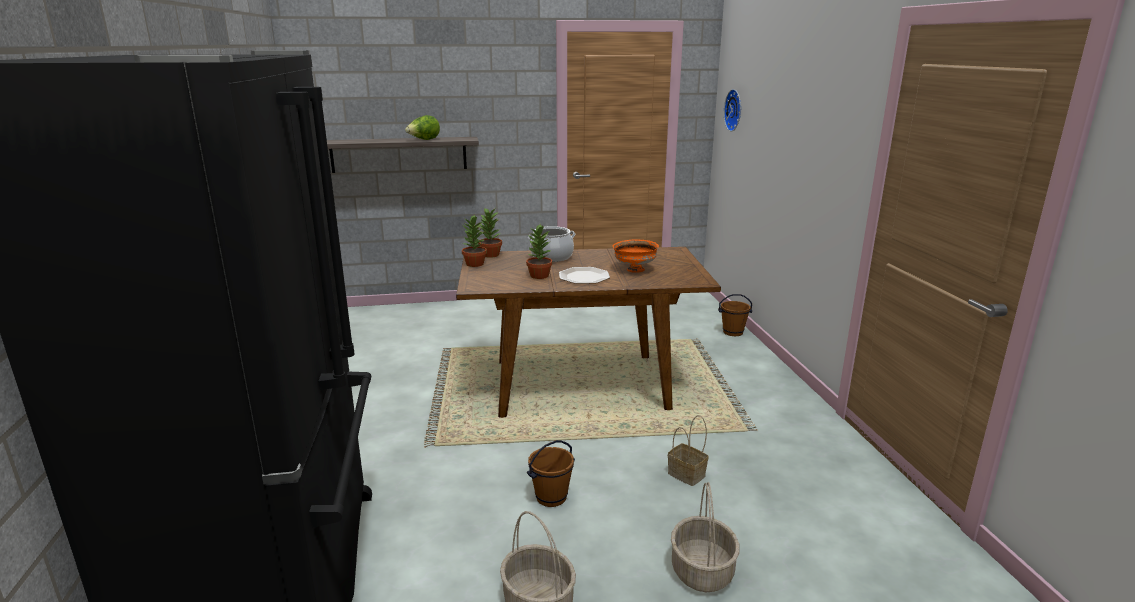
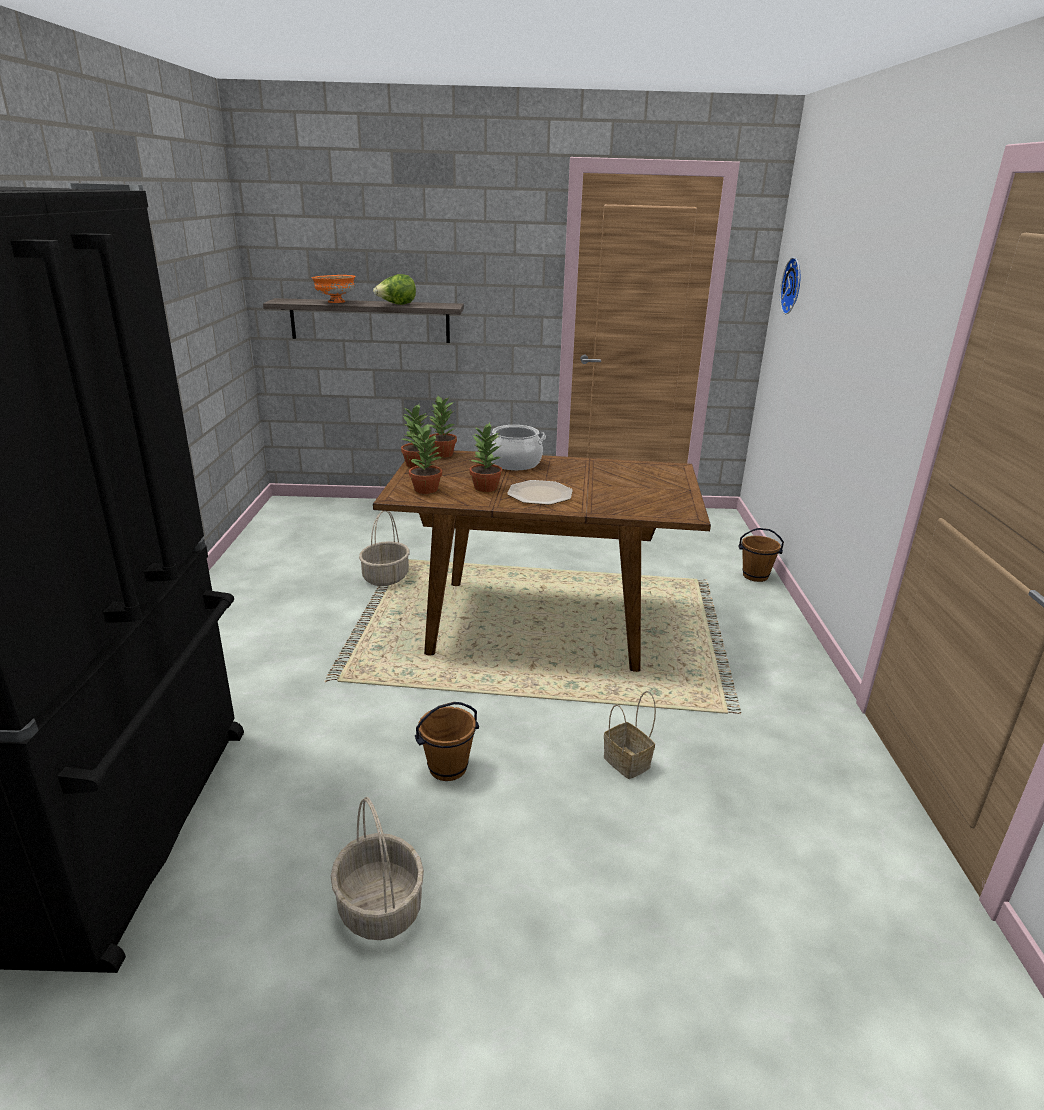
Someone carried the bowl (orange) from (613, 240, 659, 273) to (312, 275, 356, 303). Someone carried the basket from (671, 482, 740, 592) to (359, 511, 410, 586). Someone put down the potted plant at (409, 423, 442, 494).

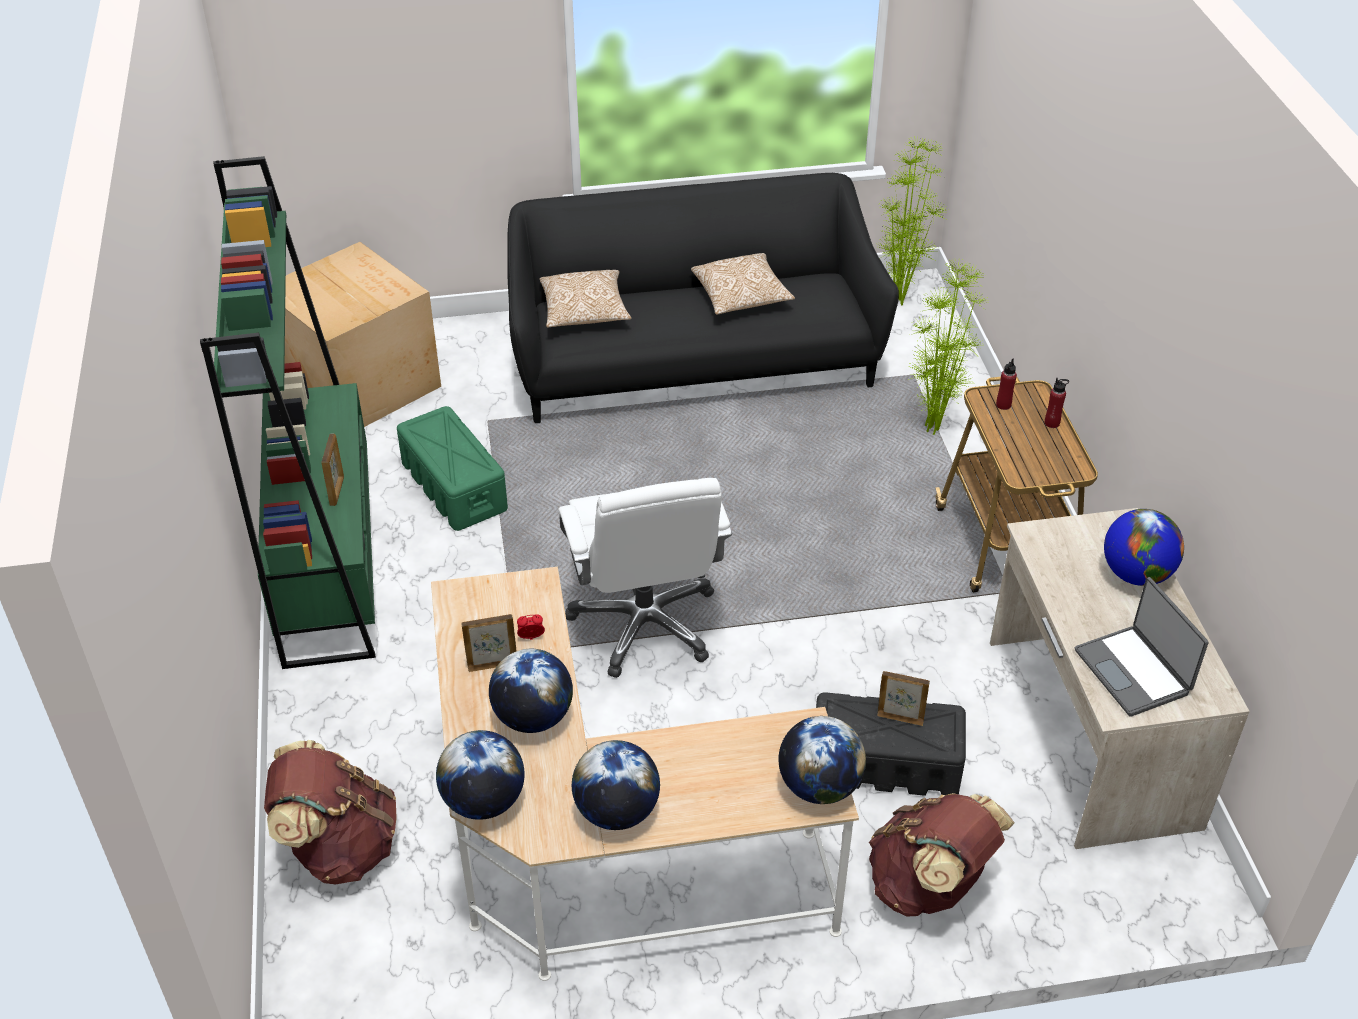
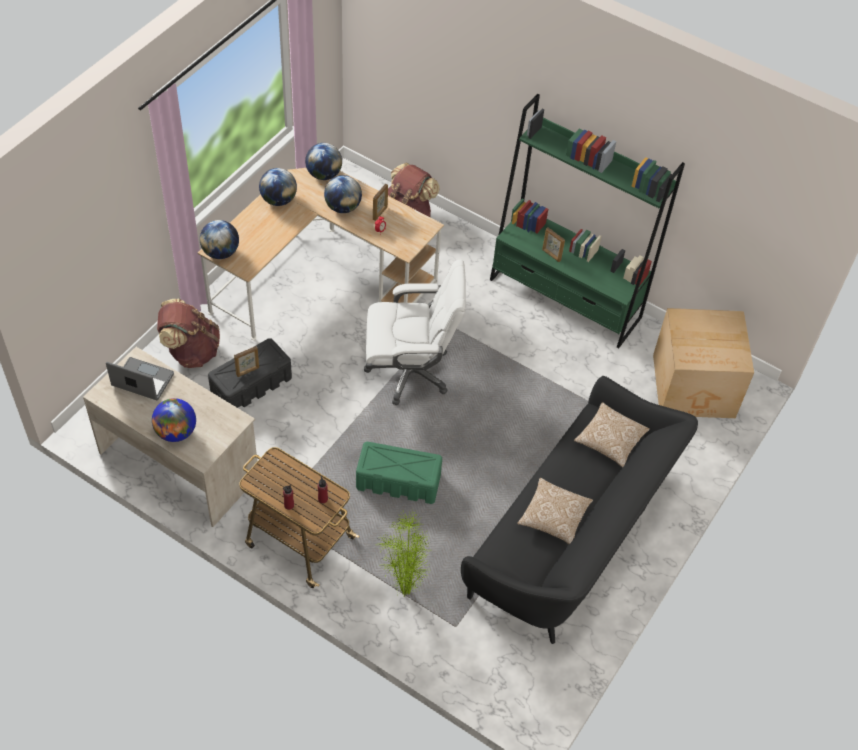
Someone carried the storage box (green) from (397, 406, 508, 531) to (356, 442, 442, 504). Someone rotated the office chair (white) at (558, 478, 732, 678) by 150 degrees clockwise. Someone took away the potted plant at (876, 136, 948, 306).

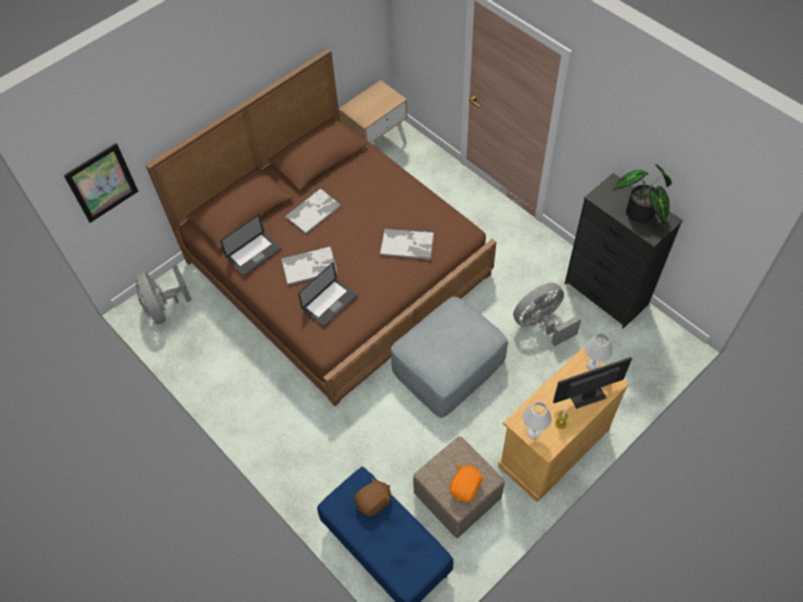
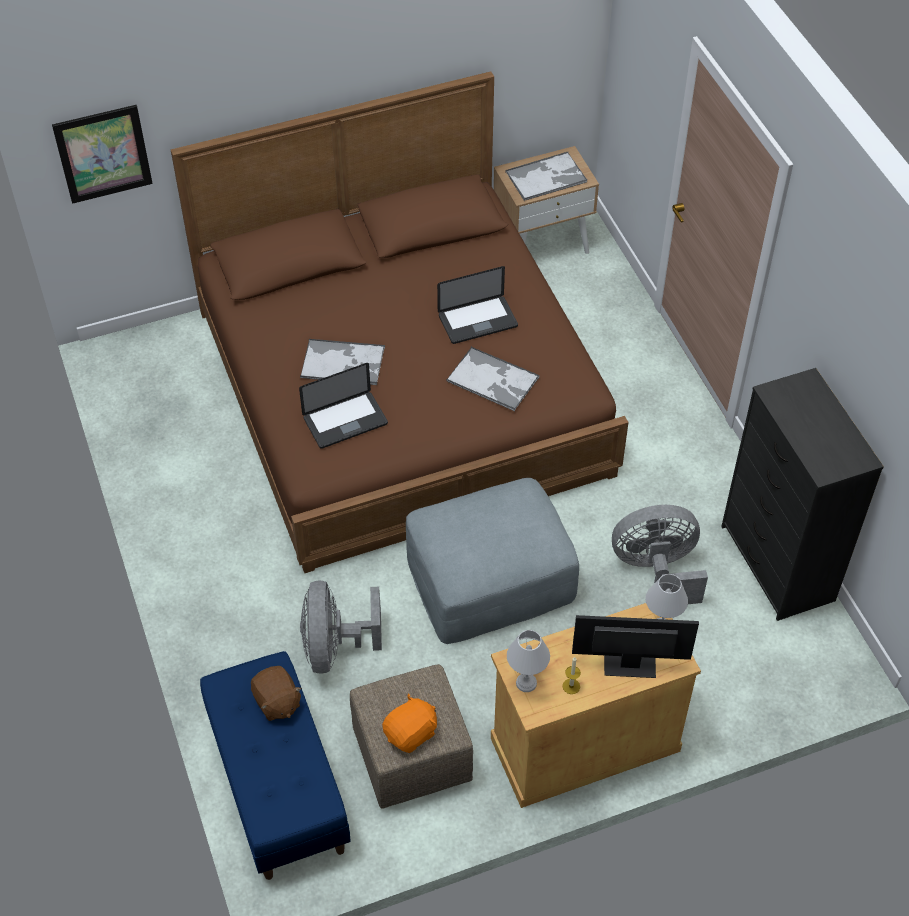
Someone rotated the plush toy (brown) at (354, 477, 391, 517) by 75 degrees clockwise. Someone carried the fan (grey) from (135, 265, 191, 324) to (300, 581, 382, 674). Someone carried the laptop from (220, 215, 281, 276) to (437, 266, 518, 344). Someone carried the tray from (284, 187, 342, 234) to (505, 152, 587, 201). Someone took away the potted plant at (613, 164, 672, 224).

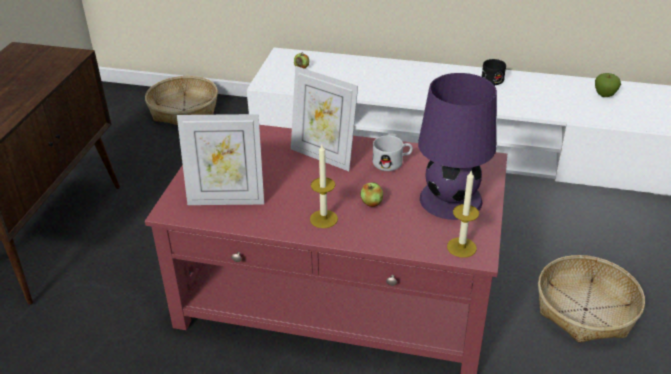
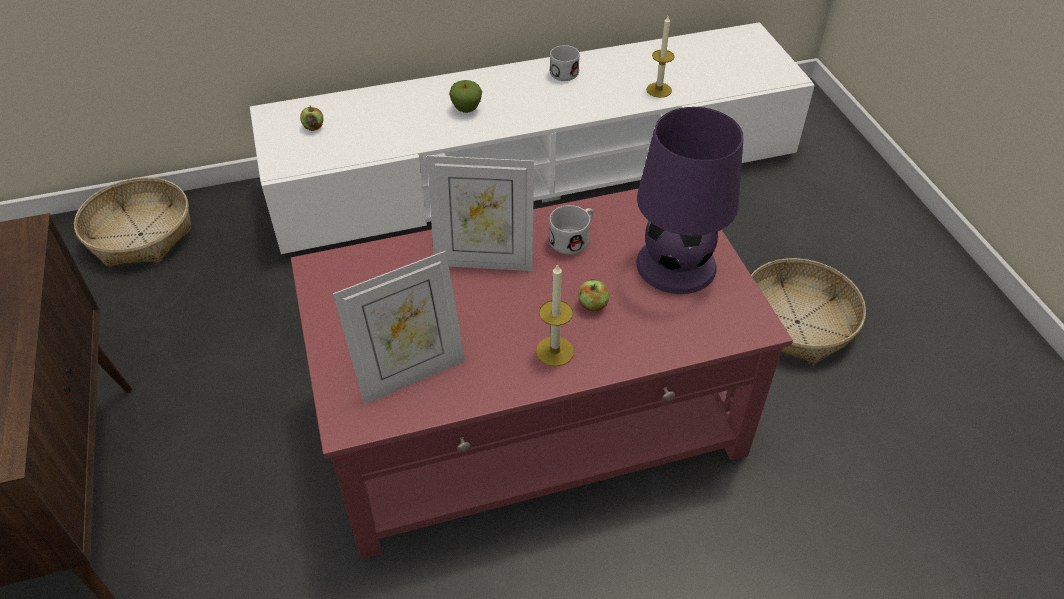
Someone carried the apple from (595, 73, 621, 97) to (449, 80, 482, 113). Someone repainted the mug (black) at (481, 59, 506, 85), which became the mug (white) at (550, 45, 580, 81). Someone carried the candle from (447, 171, 479, 258) to (646, 16, 675, 98).

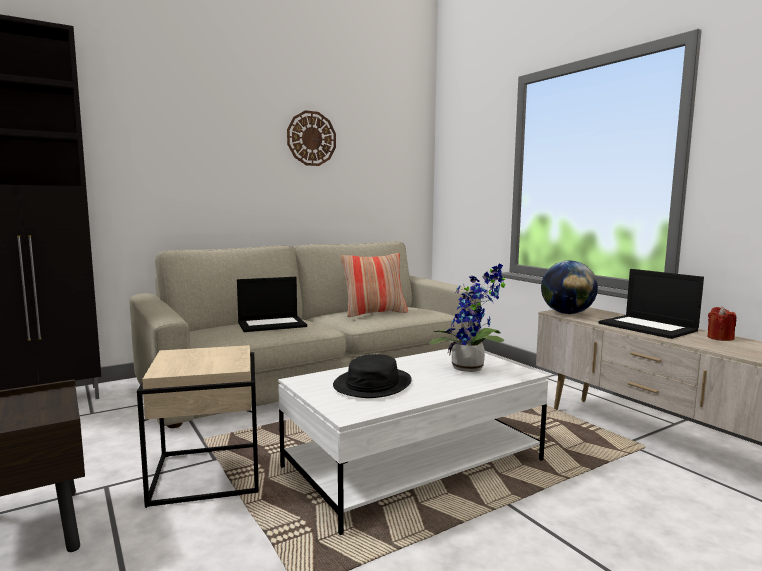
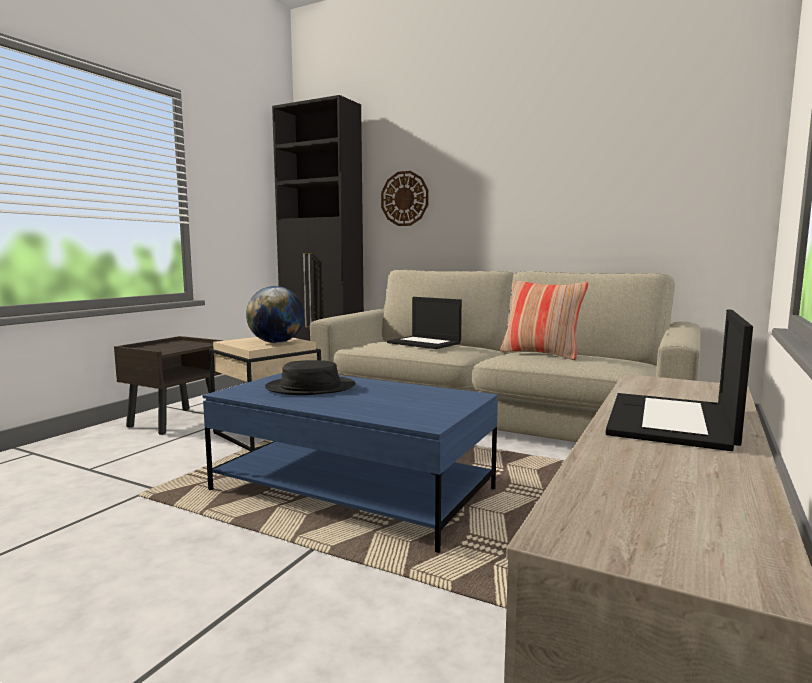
Someone repainted the coffee table (white) at (278, 349, 549, 535), which became the coffee table (blue) at (203, 373, 498, 553). Someone carried the globe from (541, 261, 598, 314) to (246, 286, 304, 343). Someone carried the wall clock from (287, 110, 336, 166) to (381, 171, 429, 226). Someone took away the potted plant at (429, 263, 506, 372). Someone took away the candle (red) at (708, 307, 737, 341).

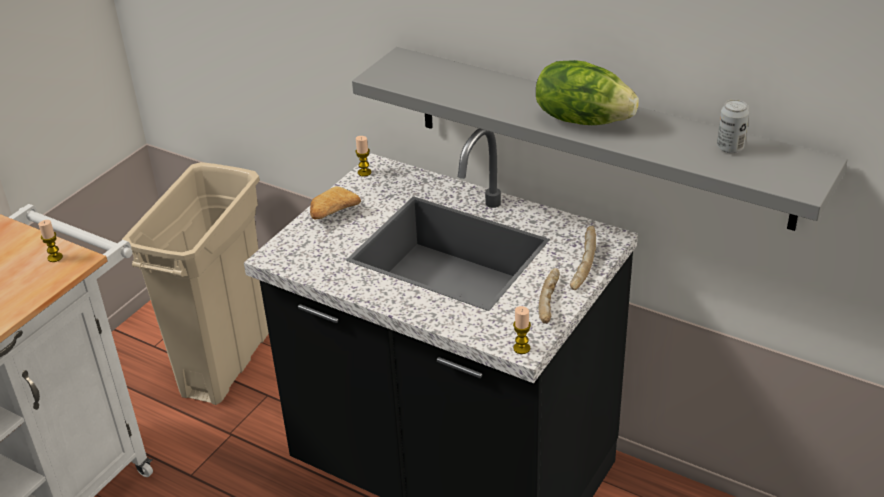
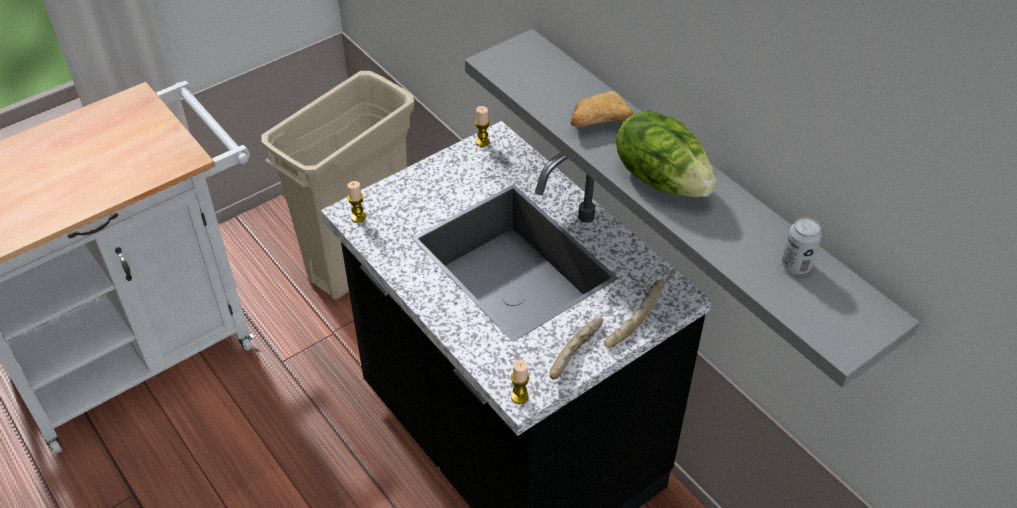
Someone carried the candle from (38, 220, 63, 262) to (348, 181, 366, 222). Someone carried the bread from (310, 186, 361, 220) to (571, 91, 633, 127).

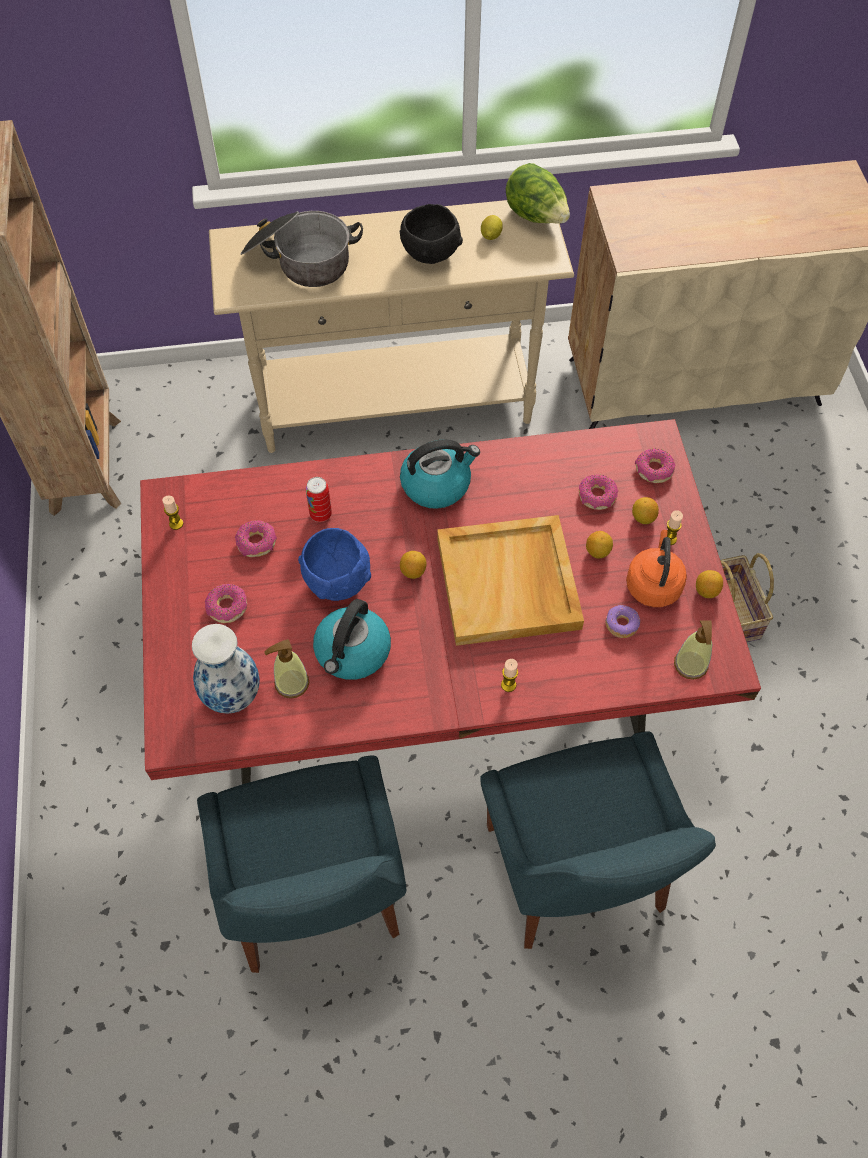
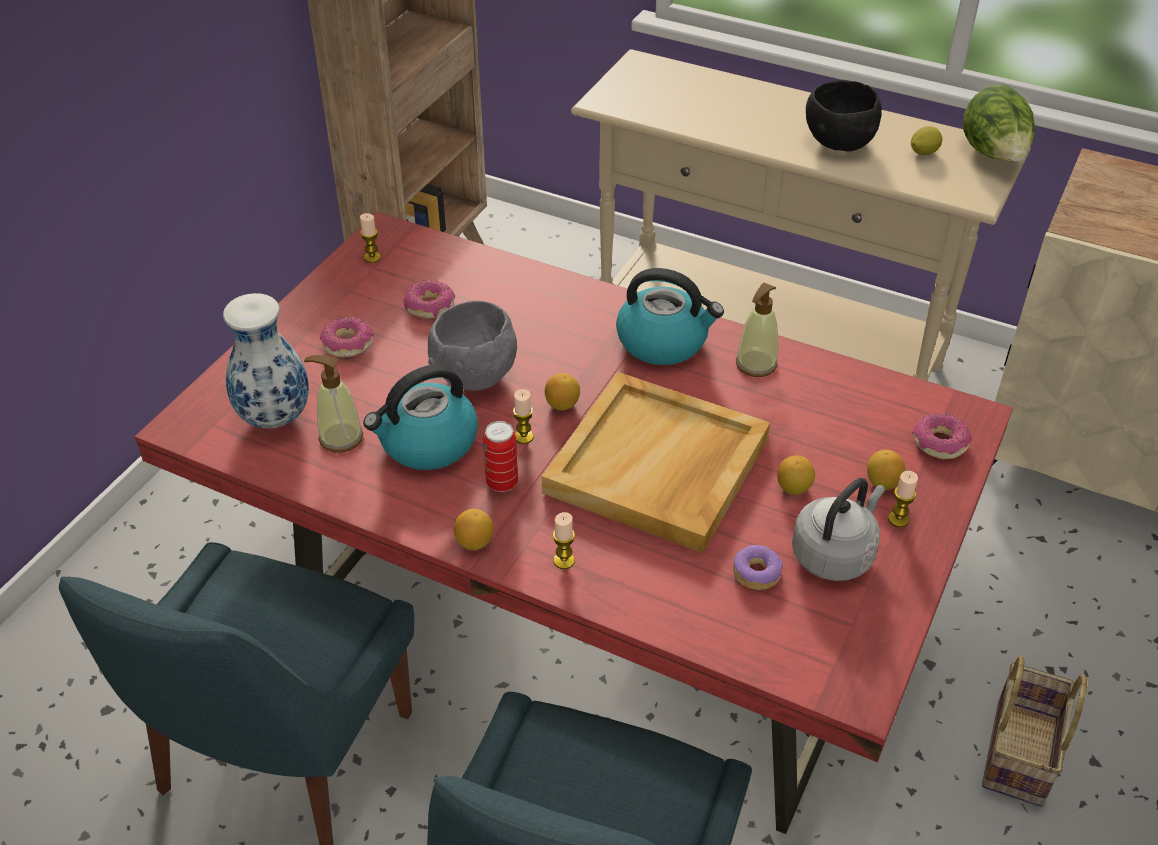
Someone repainted the bowl (blue) at (298, 528, 371, 601), which became the bowl (grey) at (428, 301, 517, 391). Someone carried the lemon from (696, 570, 723, 598) to (454, 509, 494, 550). Someone carried the can from (306, 477, 332, 522) to (483, 421, 518, 492). Someone put down the candle at (513, 389, 534, 444). Someone carried the soap dispenser from (674, 620, 712, 680) to (736, 283, 778, 377). Someone repainted the kettle (orange) at (626, 530, 687, 607), which became the kettle (grey) at (792, 478, 885, 581). Someone took away the cooking pot at (240, 211, 363, 287). Someone took away the donut at (579, 474, 618, 510).

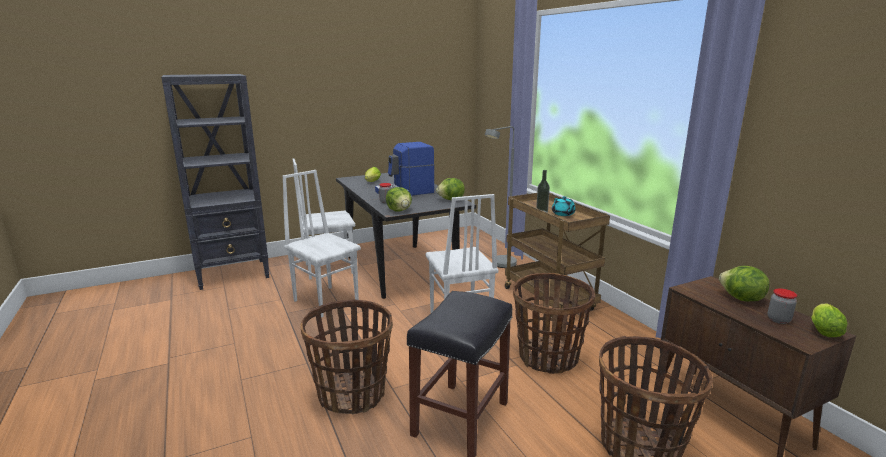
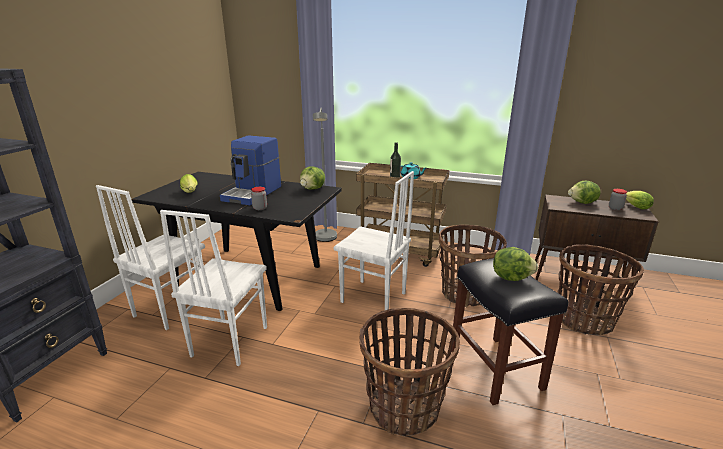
Someone rotated the chair (white) at (282, 170, 361, 318) by 75 degrees counterclockwise. Someone carried the lettuce from (386, 187, 412, 211) to (493, 247, 538, 281).

